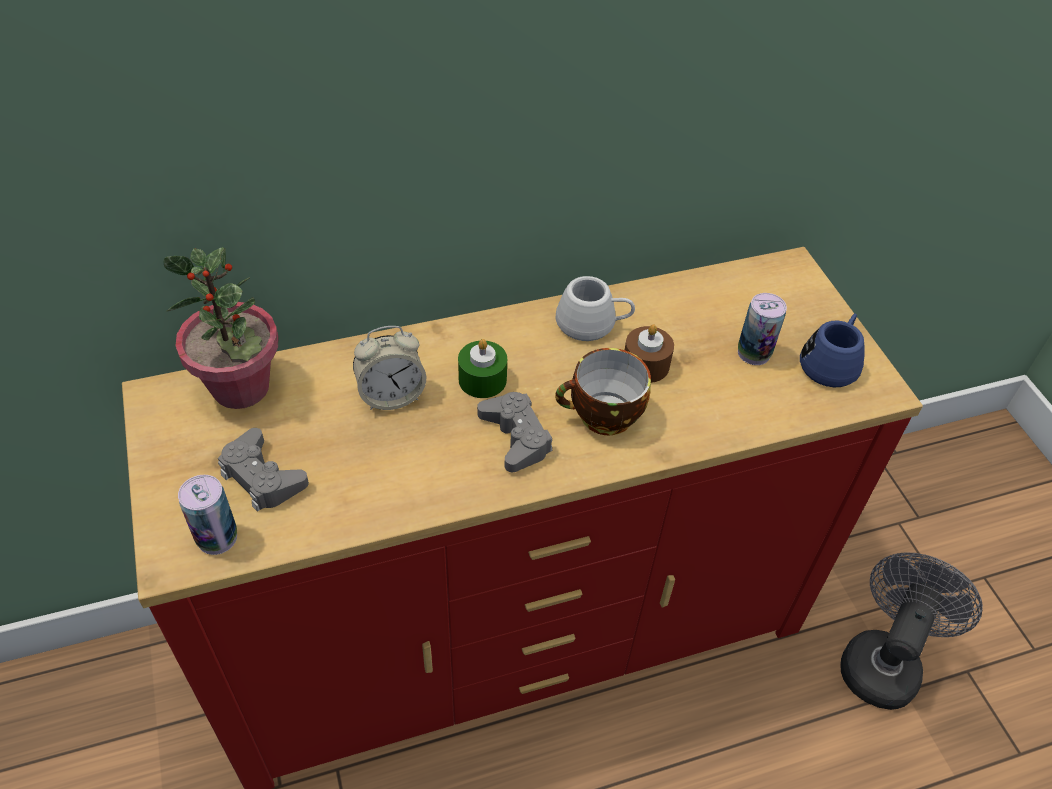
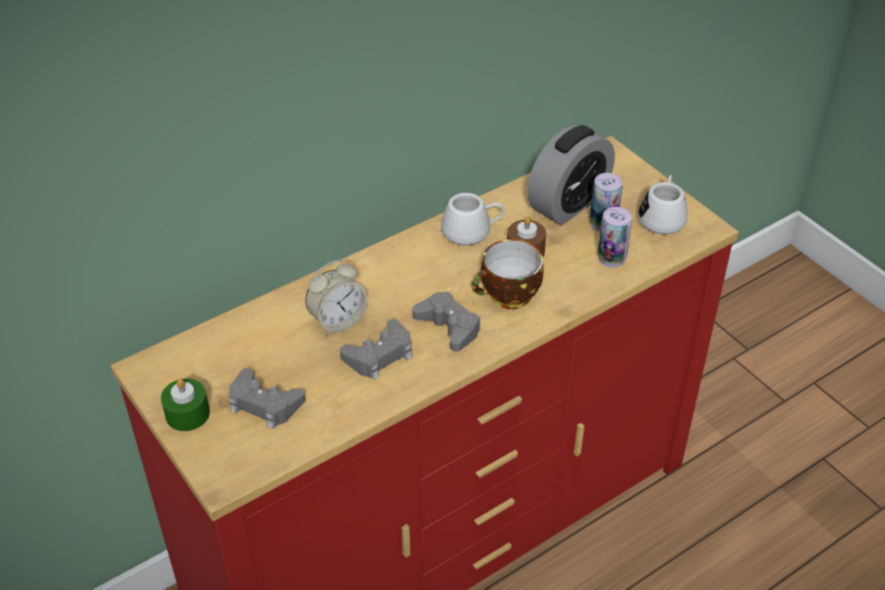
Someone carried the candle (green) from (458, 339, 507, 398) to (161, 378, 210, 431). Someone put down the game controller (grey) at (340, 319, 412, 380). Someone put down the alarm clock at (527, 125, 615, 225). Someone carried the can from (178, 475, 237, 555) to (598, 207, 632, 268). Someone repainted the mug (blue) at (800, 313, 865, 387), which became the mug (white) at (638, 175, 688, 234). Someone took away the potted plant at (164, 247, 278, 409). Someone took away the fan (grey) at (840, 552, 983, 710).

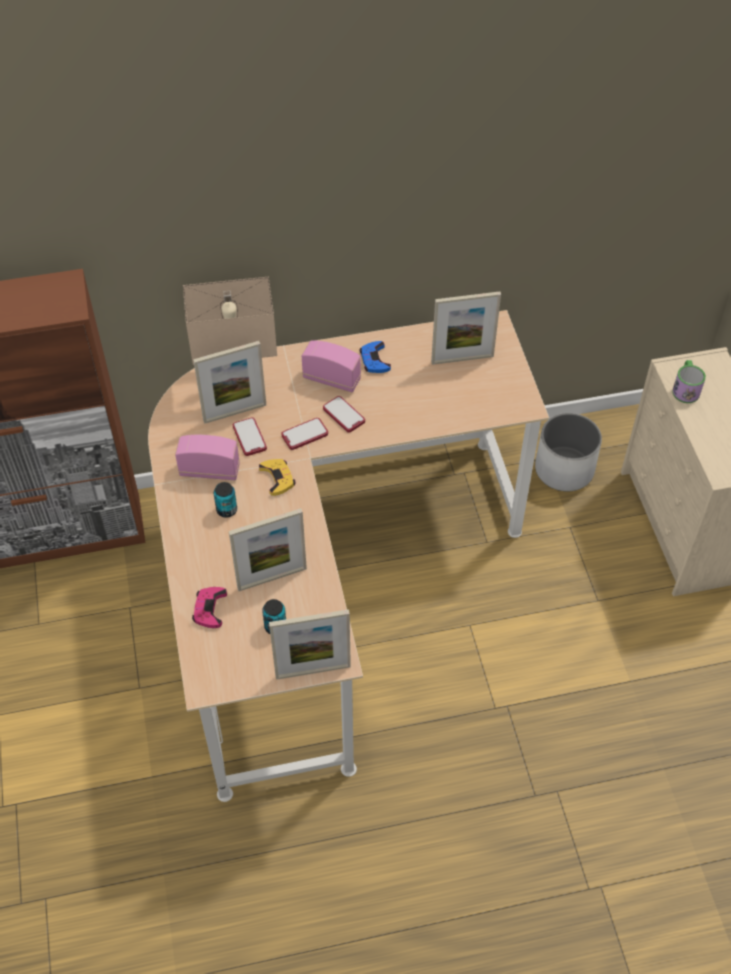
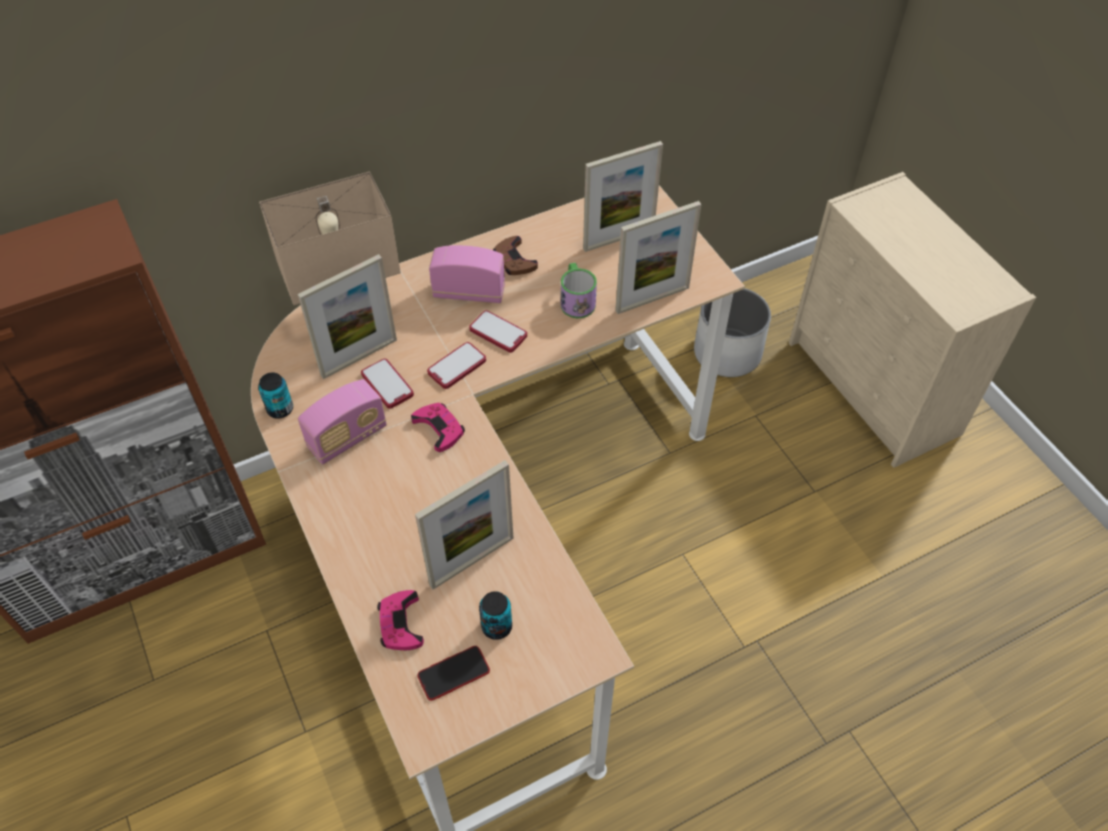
Someone carried the can from (214, 482, 237, 518) to (258, 372, 293, 419). Someone rotated the radio at (175, 435, 240, 480) by 150 degrees clockwise. Someone repainted the game controller (yellow) at (259, 459, 295, 496), which became the game controller (pink) at (411, 403, 465, 452). Someone put down the phone at (417, 646, 490, 701). Someone repainted the game controller (blue) at (360, 341, 391, 373), which became the game controller (brown) at (493, 236, 538, 275). Someone carried the mug from (672, 360, 706, 403) to (561, 263, 597, 318). Someone carried the picture frame from (269, 609, 351, 679) to (615, 201, 701, 314).

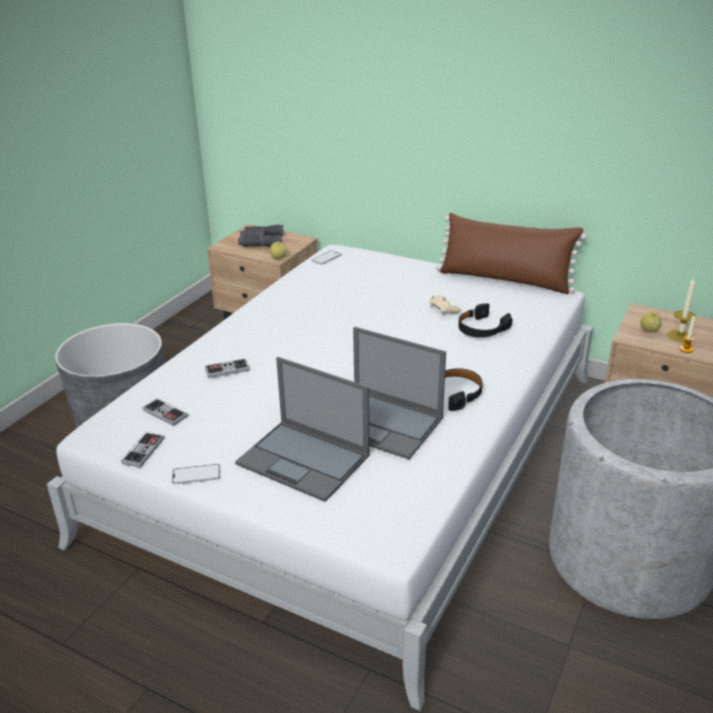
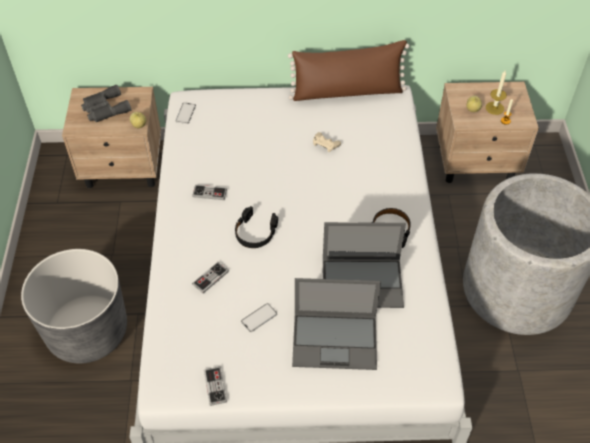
Someone carried the game controller from (143, 398, 188, 426) to (192, 184, 227, 200). Someone carried the headphones (black) from (458, 303, 513, 338) to (235, 206, 278, 248). Someone carried the phone from (172, 464, 220, 485) to (241, 303, 277, 332).

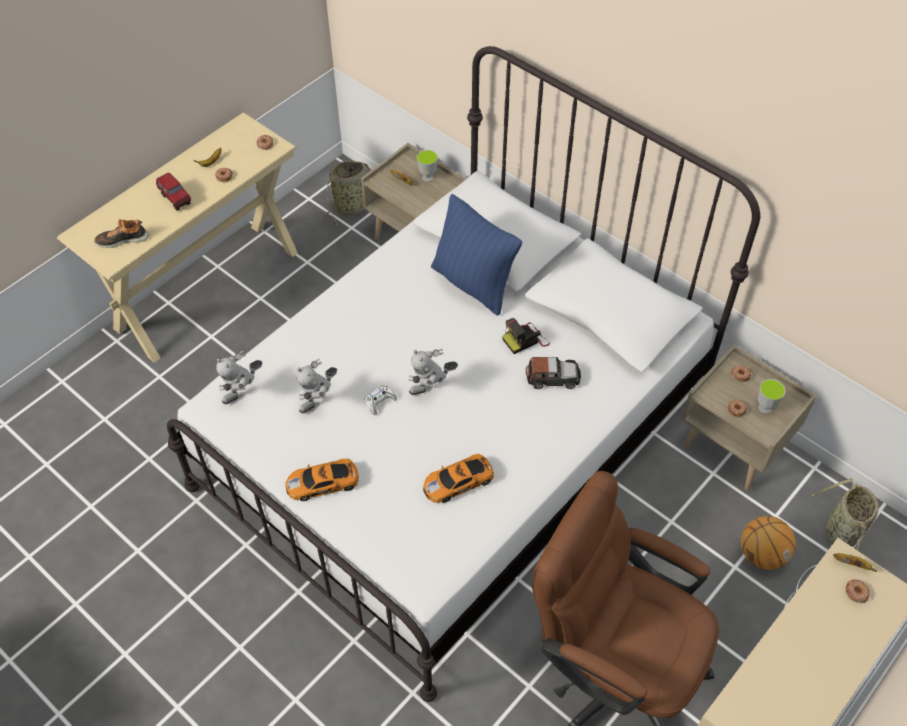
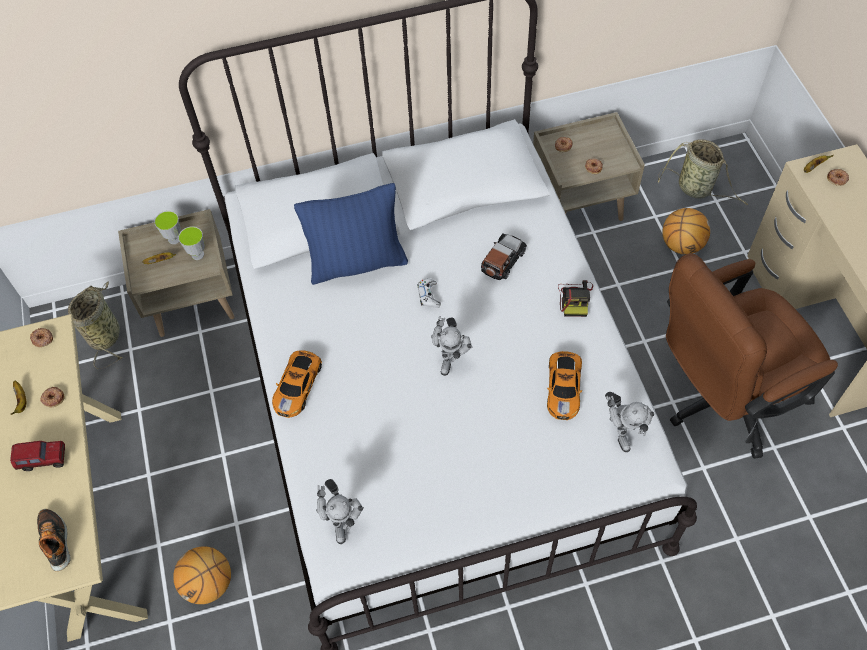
Someone rotated the shoe at (94, 219, 149, 248) by 135 degrees clockwise. Someone put down the basketball at (173, 547, 231, 604). Someone carried the cup from (758, 379, 785, 414) to (178, 226, 205, 260). Someone carried the toy car from (286, 459, 359, 501) to (272, 350, 322, 418). Someone carried the game controller (white) from (365, 385, 397, 415) to (417, 279, 441, 308). Someone carried the photo camera from (502, 318, 550, 354) to (558, 280, 593, 317). Someone carried the toy robot from (296, 358, 337, 413) to (605, 392, 654, 452).

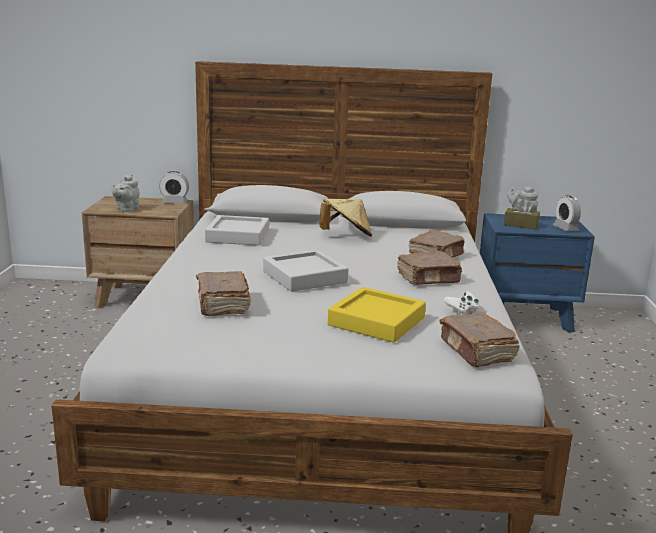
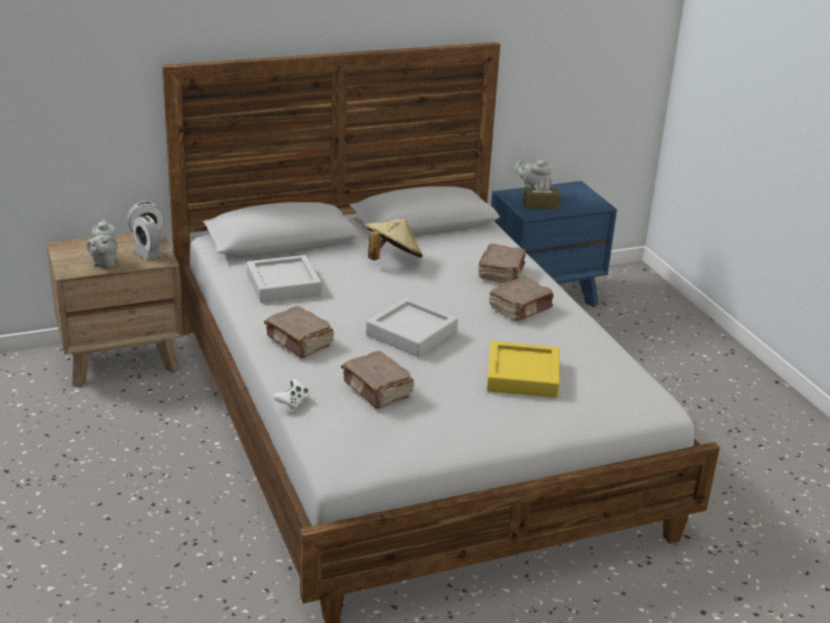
Someone carried the alarm clock from (553, 195, 581, 231) to (133, 215, 163, 260). Someone carried the book (brown) from (439, 312, 520, 367) to (264, 306, 334, 358). Someone carried the game controller (white) from (444, 291, 480, 315) to (273, 379, 309, 410).

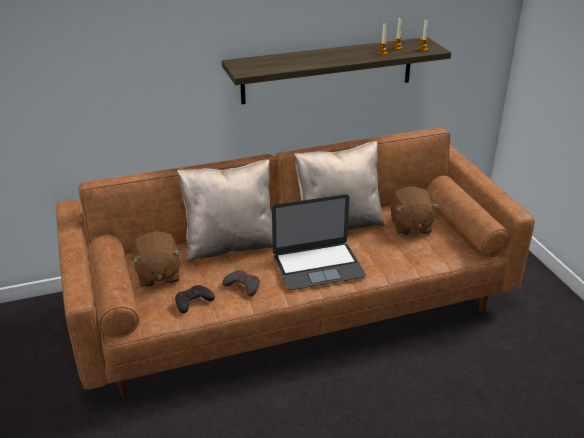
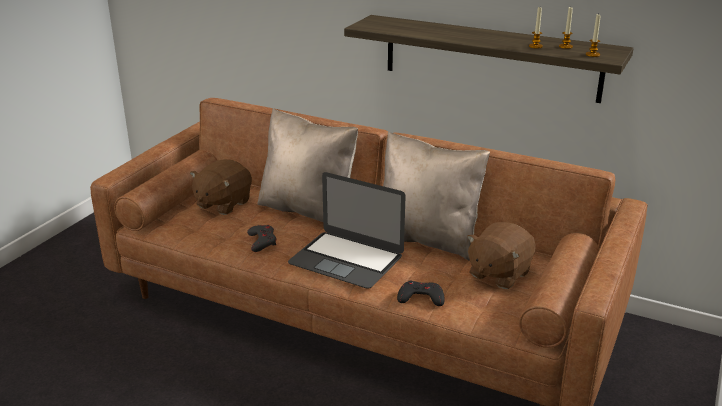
Someone carried the game controller (black) from (175, 285, 215, 313) to (397, 281, 445, 306).

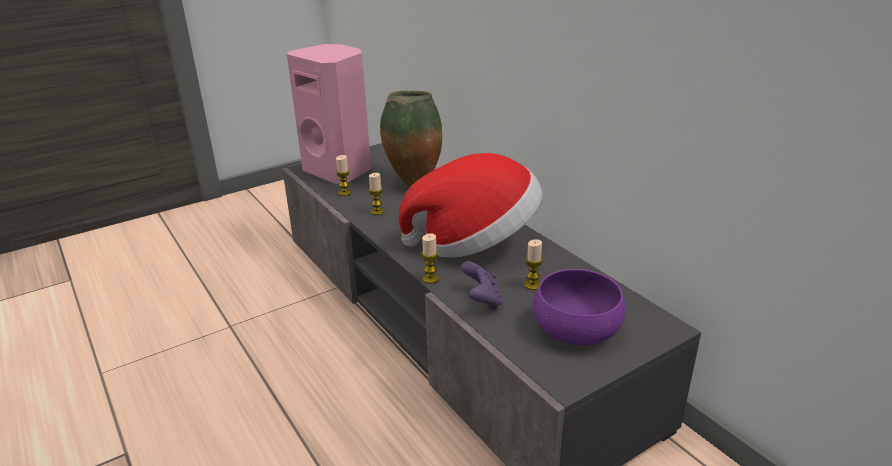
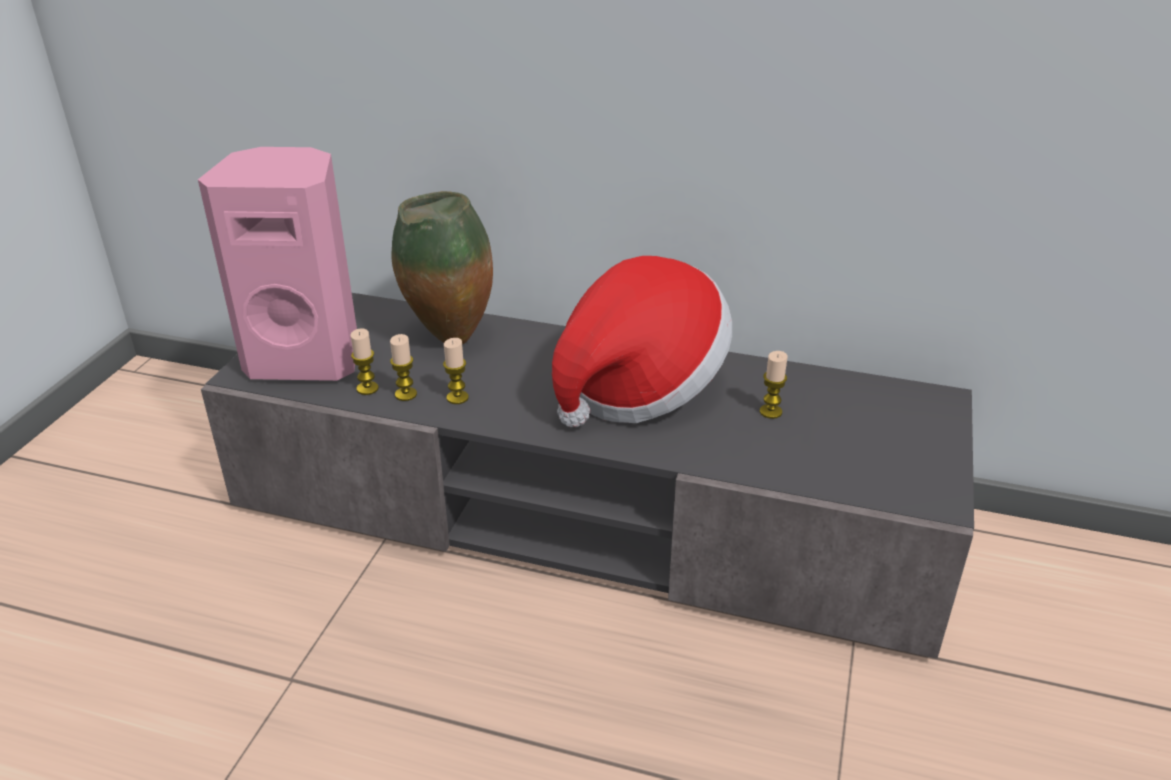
Someone carried the candle from (421, 233, 439, 284) to (390, 334, 417, 401). Someone took away the game controller (purple) at (461, 261, 503, 310). Someone took away the bowl (purple) at (533, 269, 626, 345).

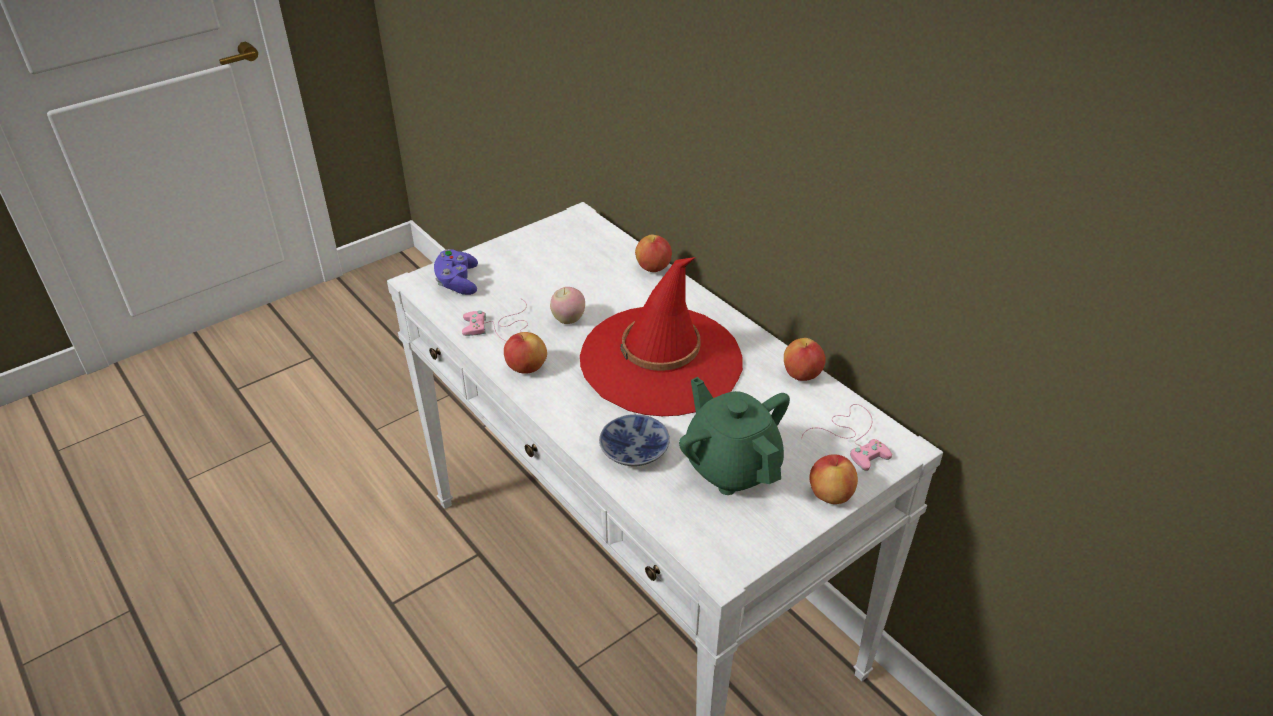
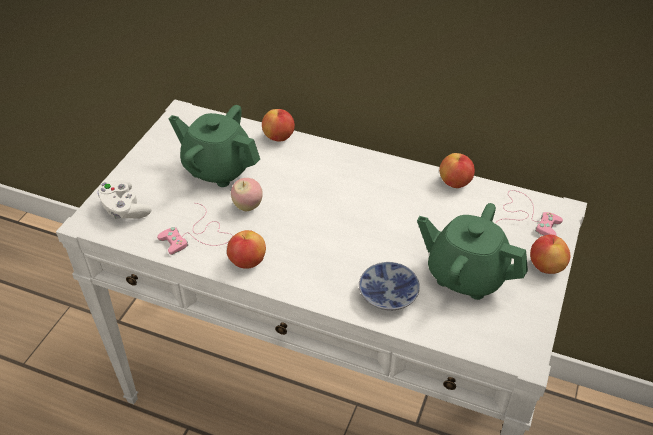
Someone repainted the game controller (purple) at (434, 249, 478, 295), which became the game controller (white) at (98, 180, 151, 219). Someone put down the teapot (green) at (169, 105, 260, 187). Someone took away the hat (red) at (580, 257, 743, 416).

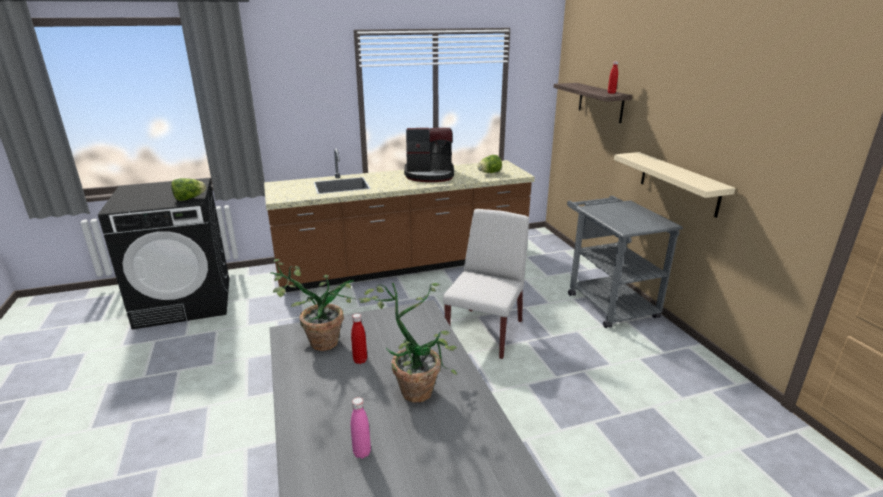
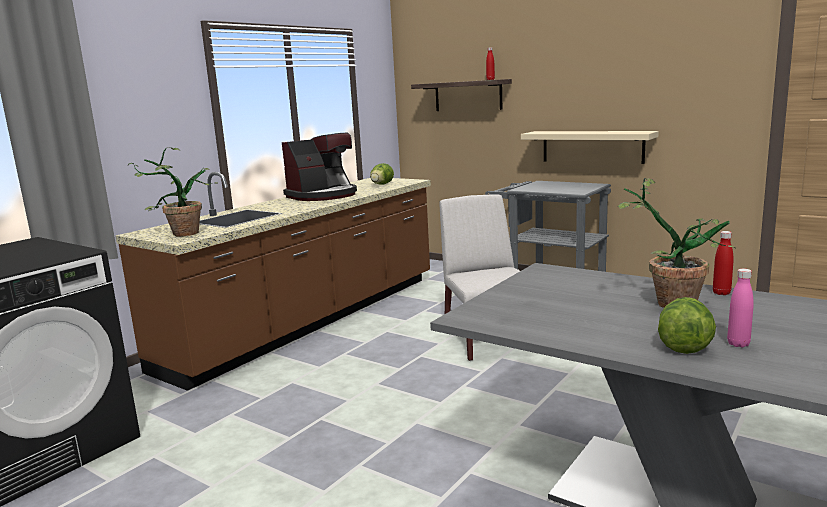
Someone carried the potted plant from (271, 259, 362, 351) to (128, 147, 218, 236). Someone carried the lettuce from (171, 178, 206, 201) to (658, 297, 716, 354). Someone carried the bottle (red) from (351, 314, 367, 364) to (713, 231, 734, 295).

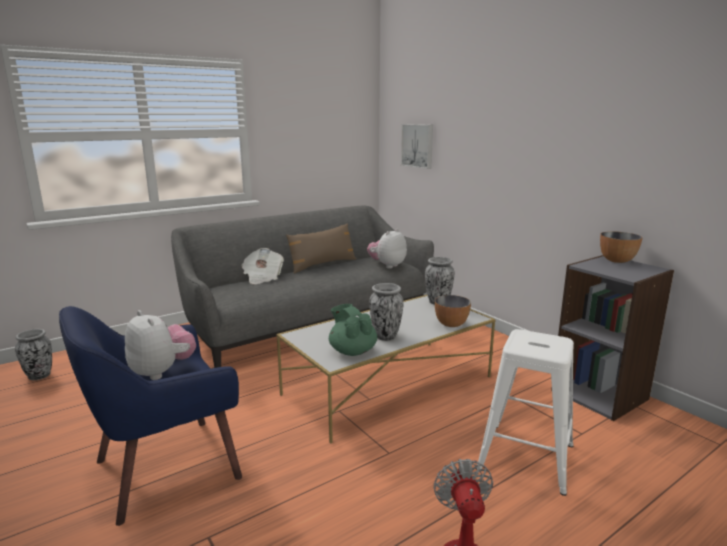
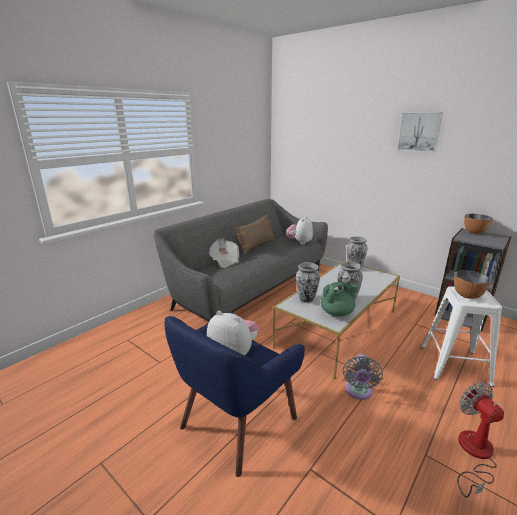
Someone carried the vase from (15, 329, 52, 380) to (296, 262, 320, 303). Someone rotated the teapot (green) at (329, 304, 377, 356) by 120 degrees clockwise. Someone put down the fan (grey) at (343, 354, 383, 400). Someone carried the picture from (401, 124, 433, 169) to (397, 112, 443, 152). Someone carried the bowl from (435, 295, 471, 327) to (454, 270, 491, 299).

